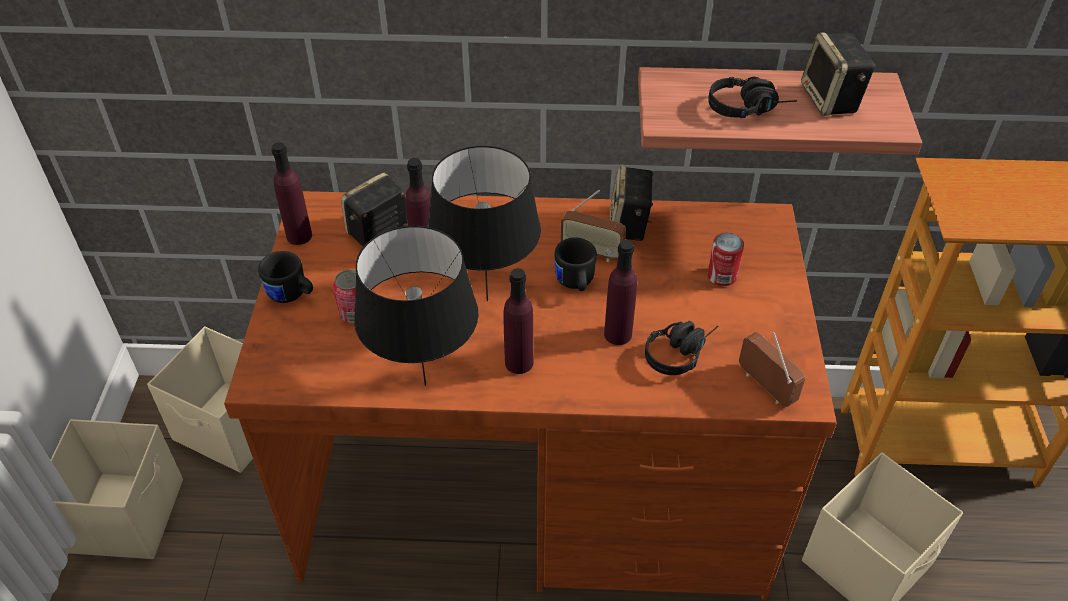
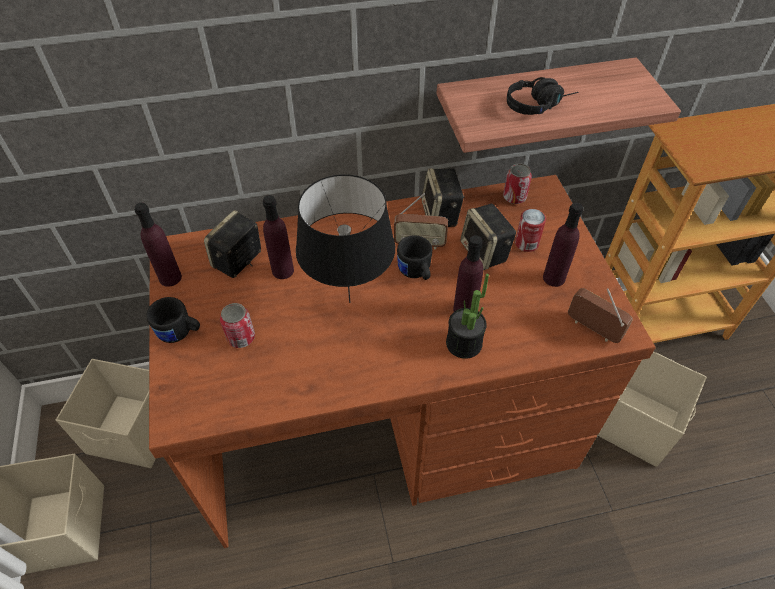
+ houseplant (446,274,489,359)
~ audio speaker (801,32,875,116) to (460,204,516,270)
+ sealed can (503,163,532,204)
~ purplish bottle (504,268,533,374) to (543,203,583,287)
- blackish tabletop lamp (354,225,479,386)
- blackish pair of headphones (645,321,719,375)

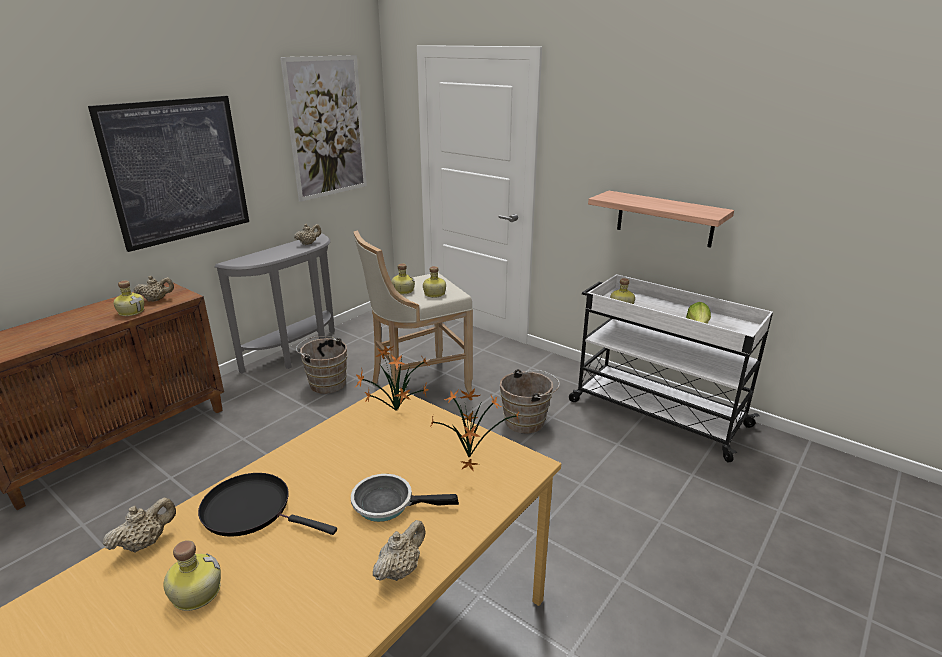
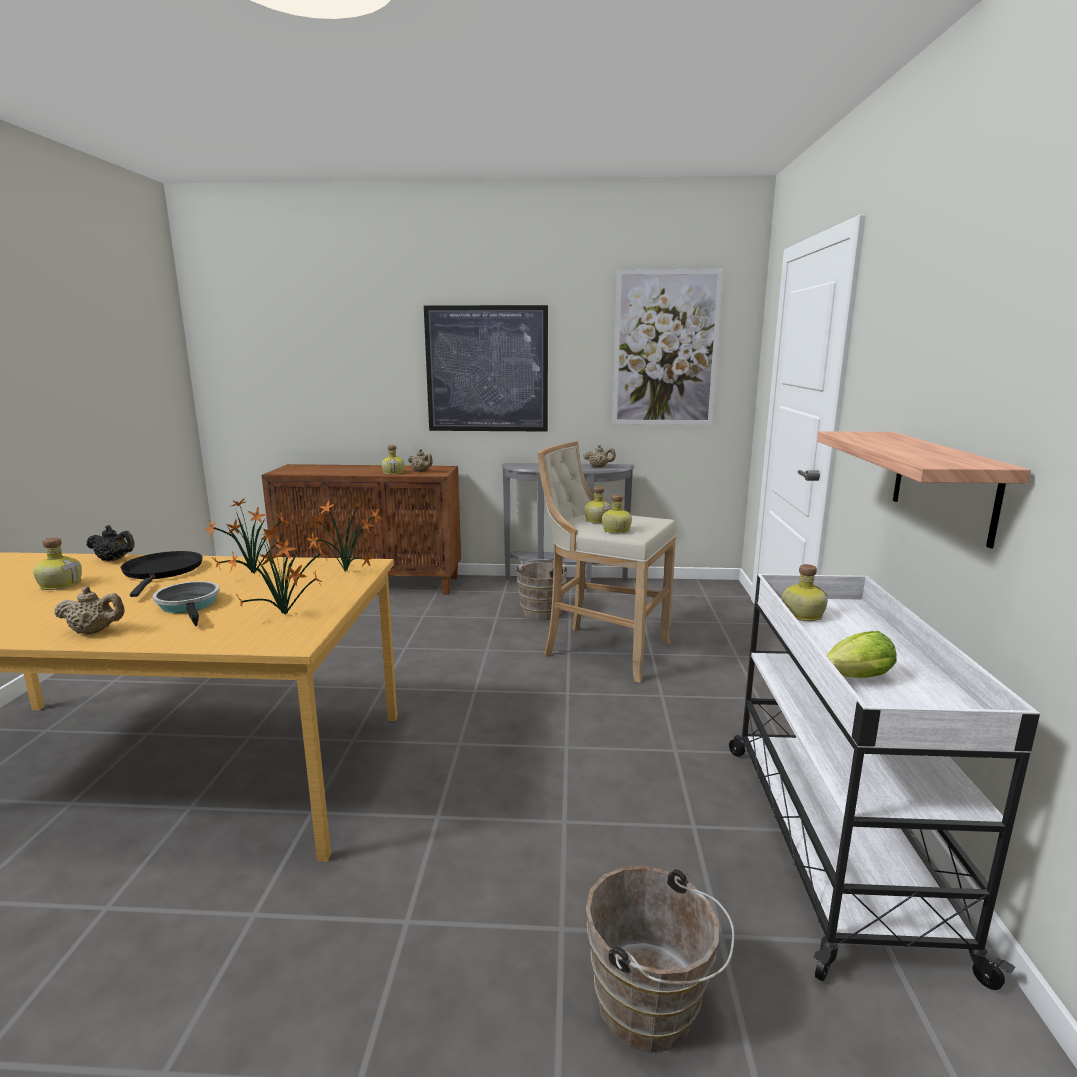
~ beige-coloured tea pot (103,497,176,552) to blackish tea pot (86,525,135,561)
+ houseplant (204,497,290,574)
~ brown-coloured bucket (500,369,560,434) to (586,866,735,1052)

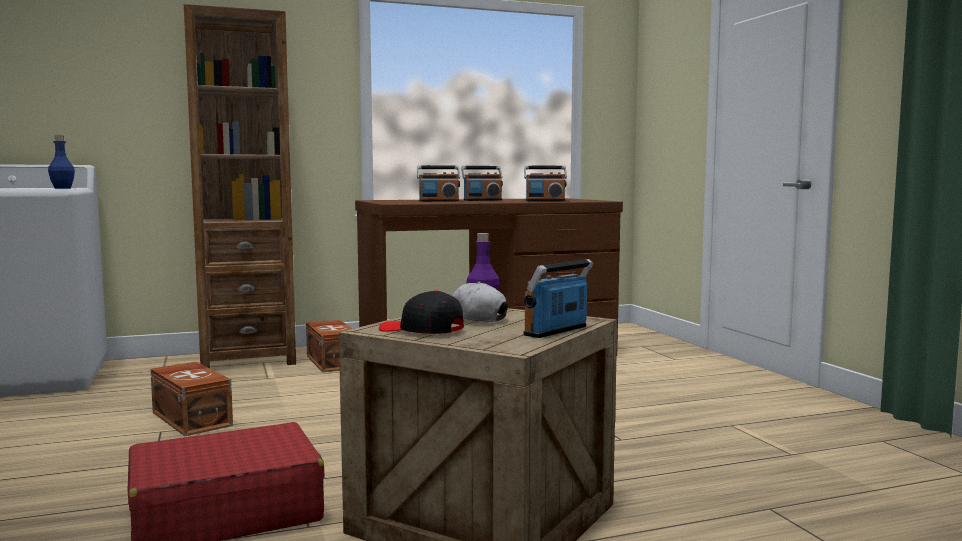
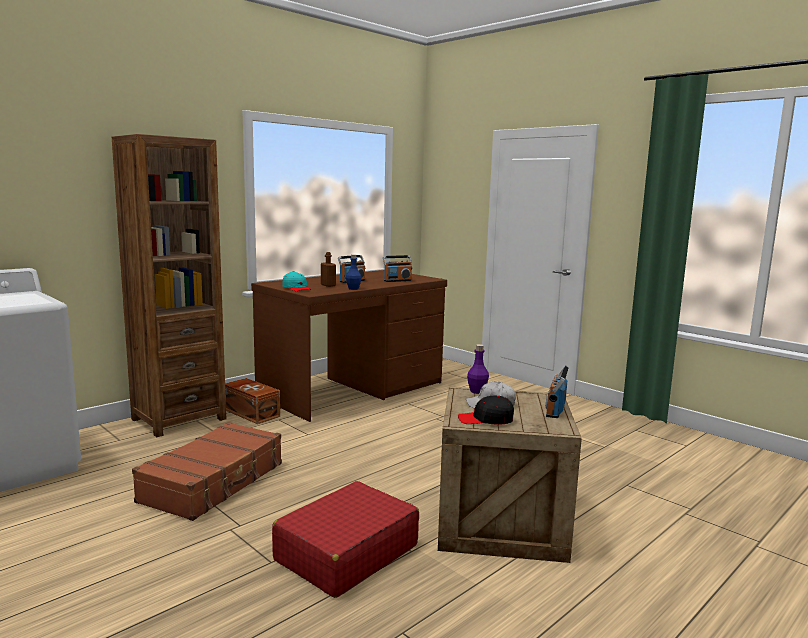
~ brown-coloured storage box (150,362,233,436) to brown-coloured suitcase (132,422,282,521)
+ turquoise-coloured baseball cap (282,271,311,291)
~ radio set (417,165,460,202) to brown-coloured bottle (321,252,336,287)
~ bluish bottle (48,136,75,189) to (346,254,361,290)

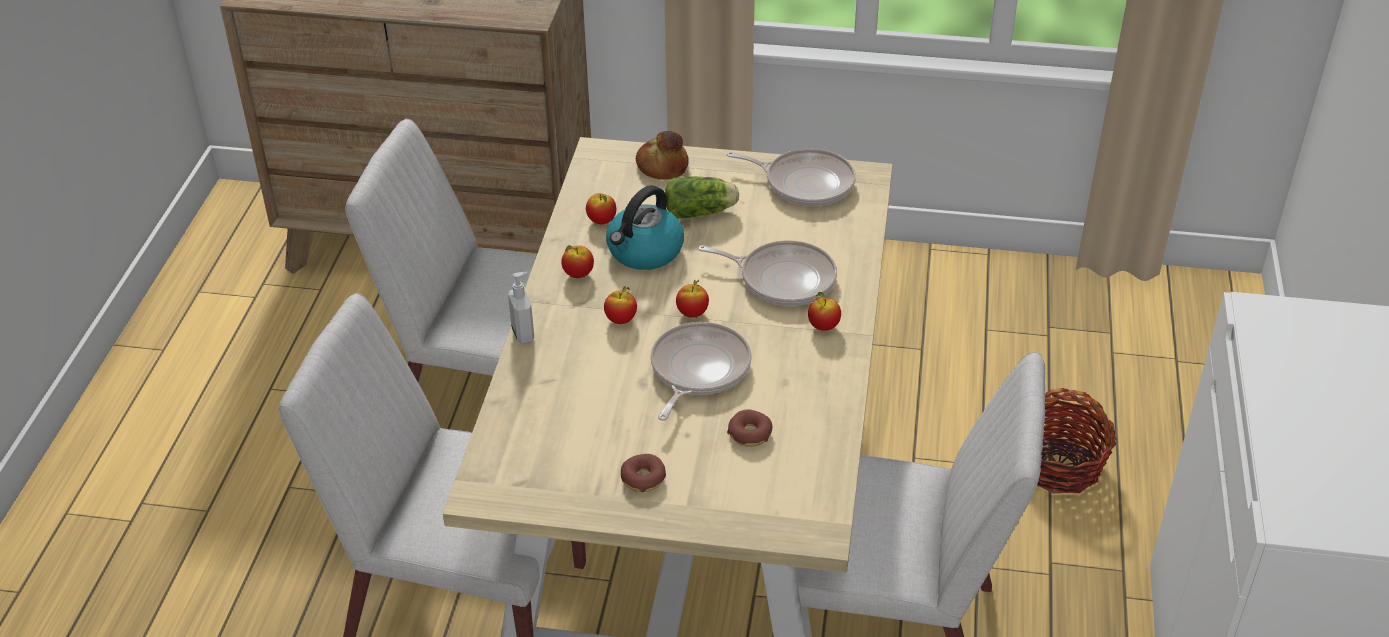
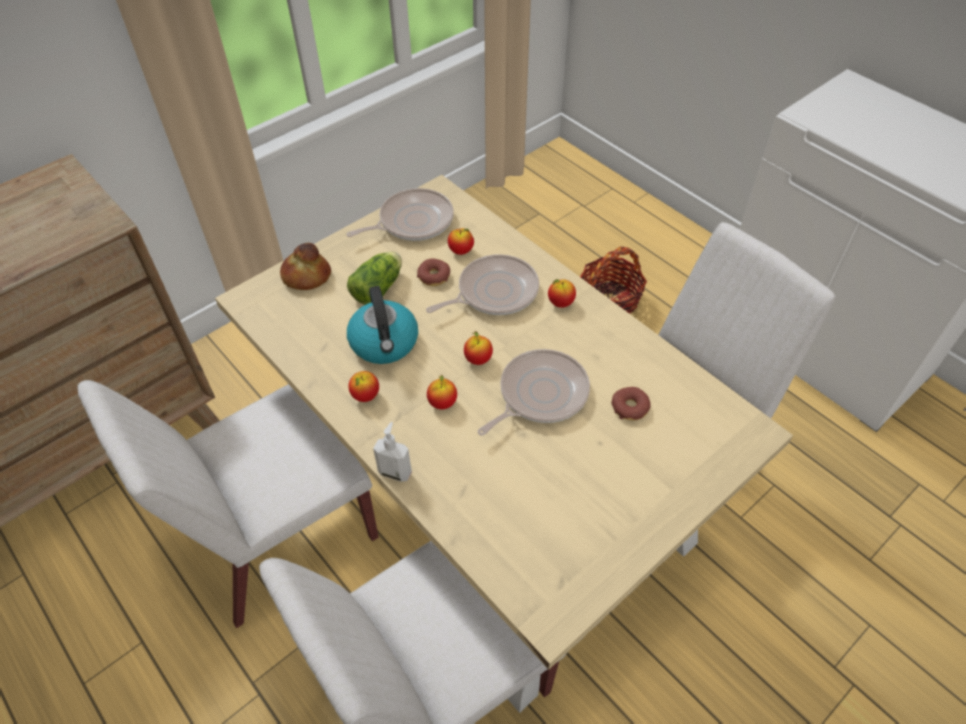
~ donut (621,454,666,492) to (417,258,450,286)
~ apple fruit (586,193,616,224) to (448,228,474,255)
~ frying pan (651,322,752,421) = (477,349,590,436) 75 degrees clockwise

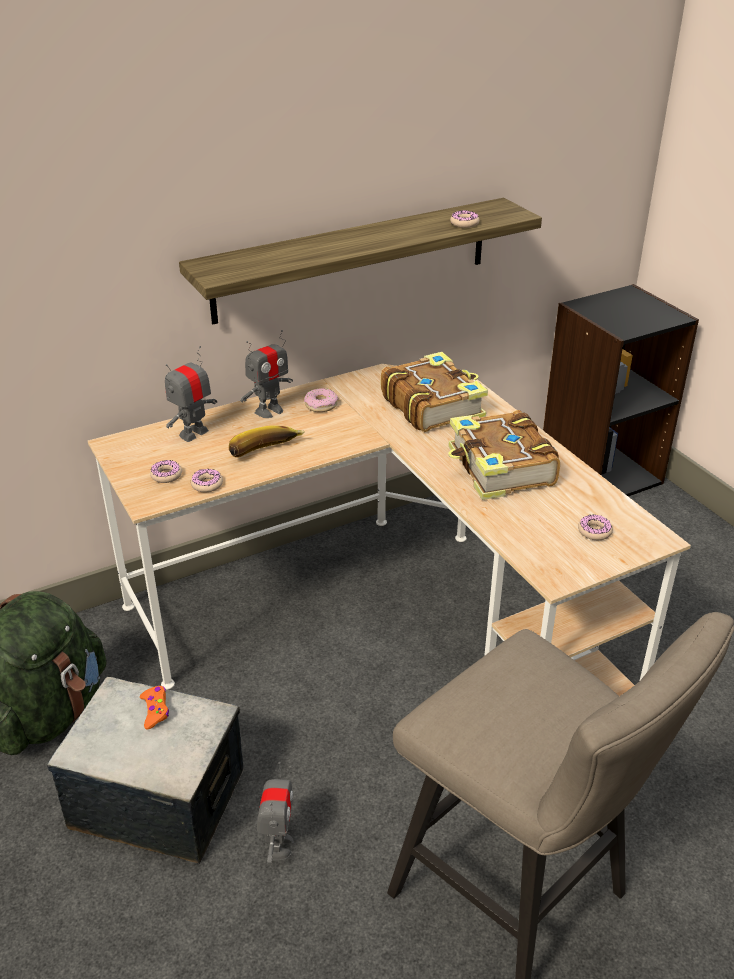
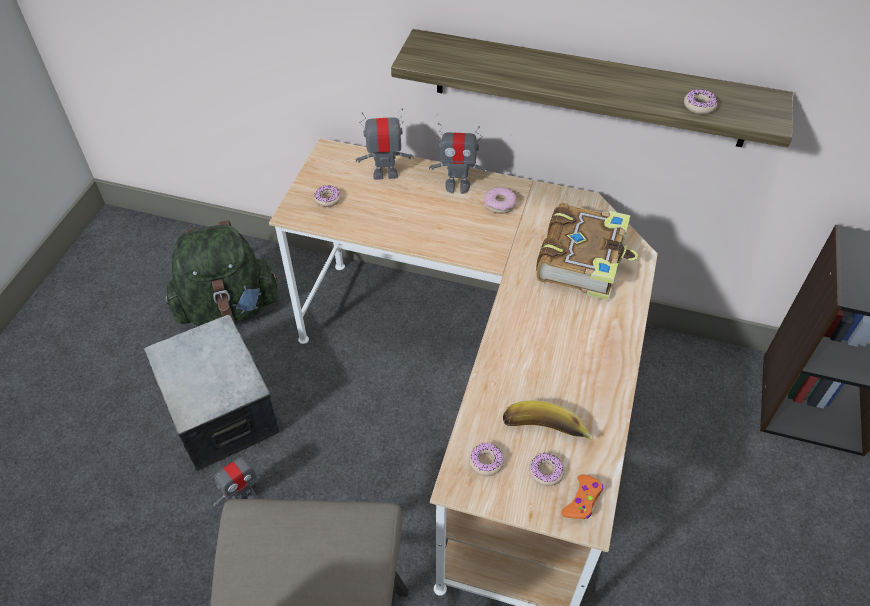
~ donut (191,469,223,492) to (469,443,504,476)
~ whole banana (229,425,305,457) to (503,400,594,440)
~ orange game controller (140,686,169,730) to (561,474,603,519)
- volume (448,410,560,500)

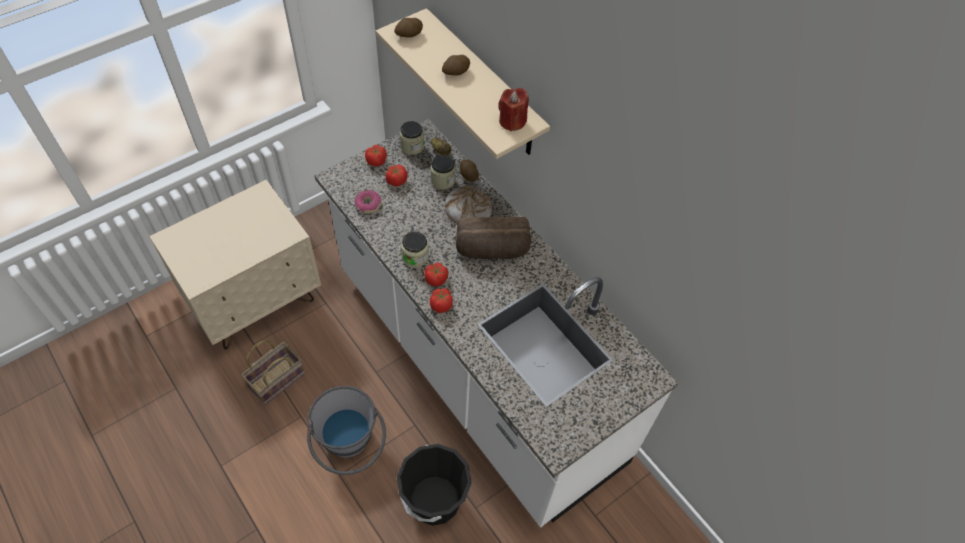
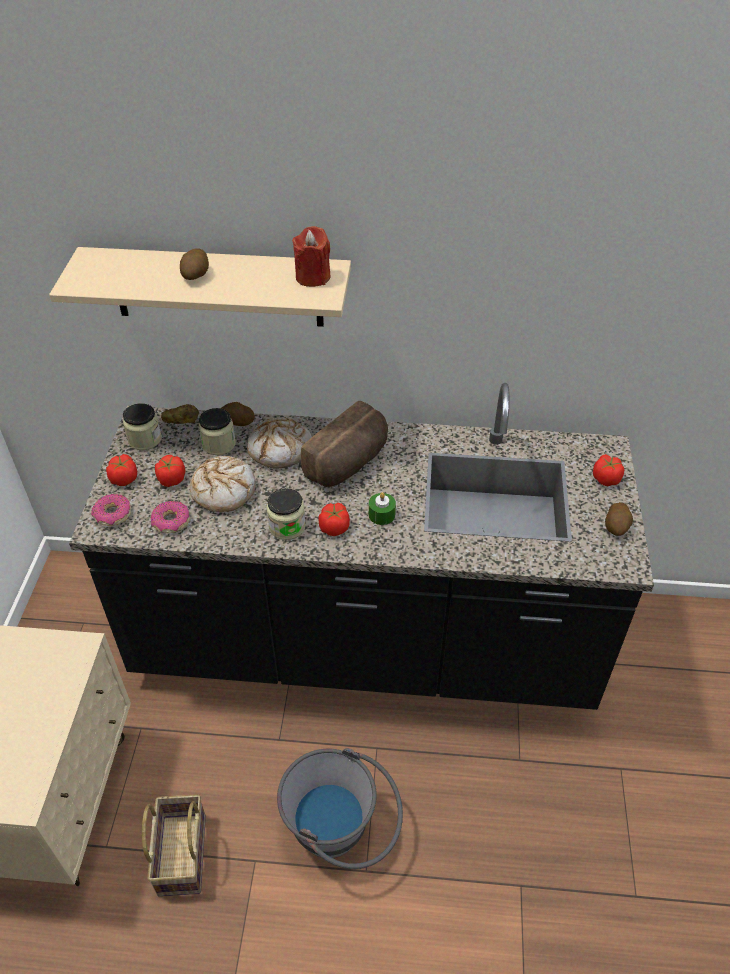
~ white-coloured kitchen counter (314,119,679,528) to blackish kitchen counter (69,383,654,710)
+ donut (91,494,131,526)
+ bread (190,456,256,512)
+ green-coloured wax candle (369,492,396,525)
~ tomato (430,288,453,313) to (593,454,624,486)
~ spud (394,18,423,38) to (605,502,633,536)
- blackish bucket (397,444,472,526)

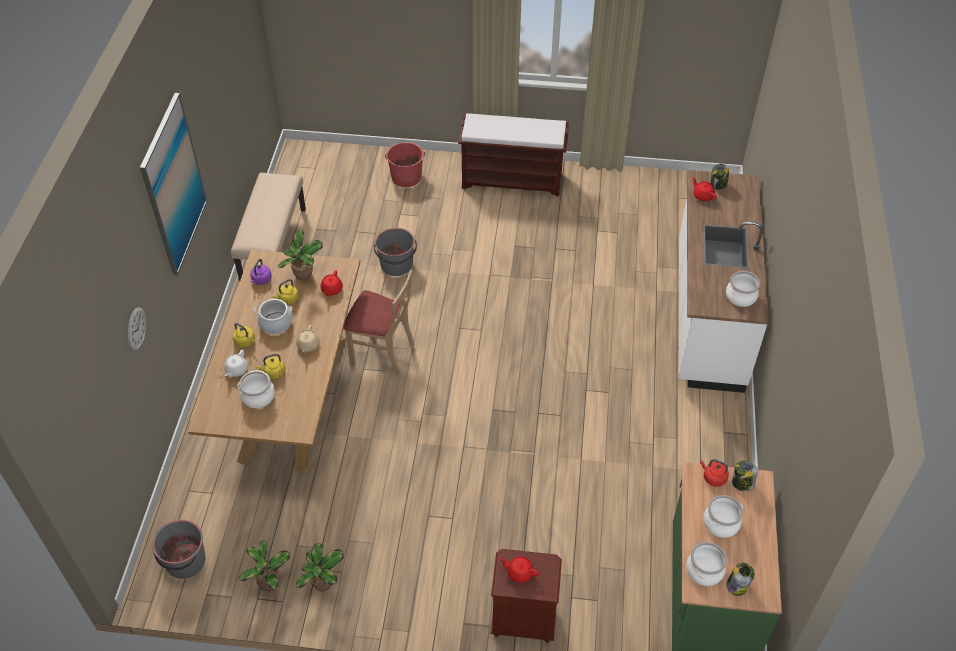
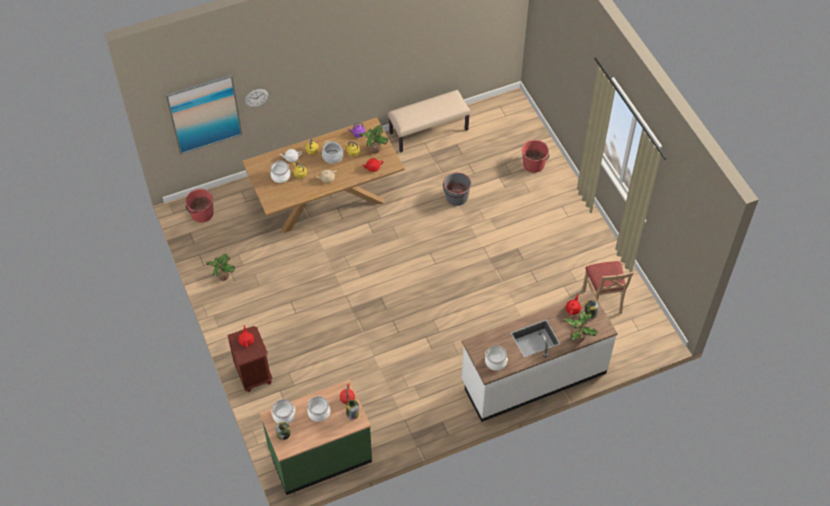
~ wall art (140,93,207,275) to (166,74,242,155)
~ grey bucket (152,519,205,579) to red bucket (185,189,214,223)
~ houseplant (239,540,290,591) to (564,311,598,343)
~ beige-coloured upright chair (343,270,414,375) to (582,261,634,314)
- brown-coloured long seat (458,113,569,196)

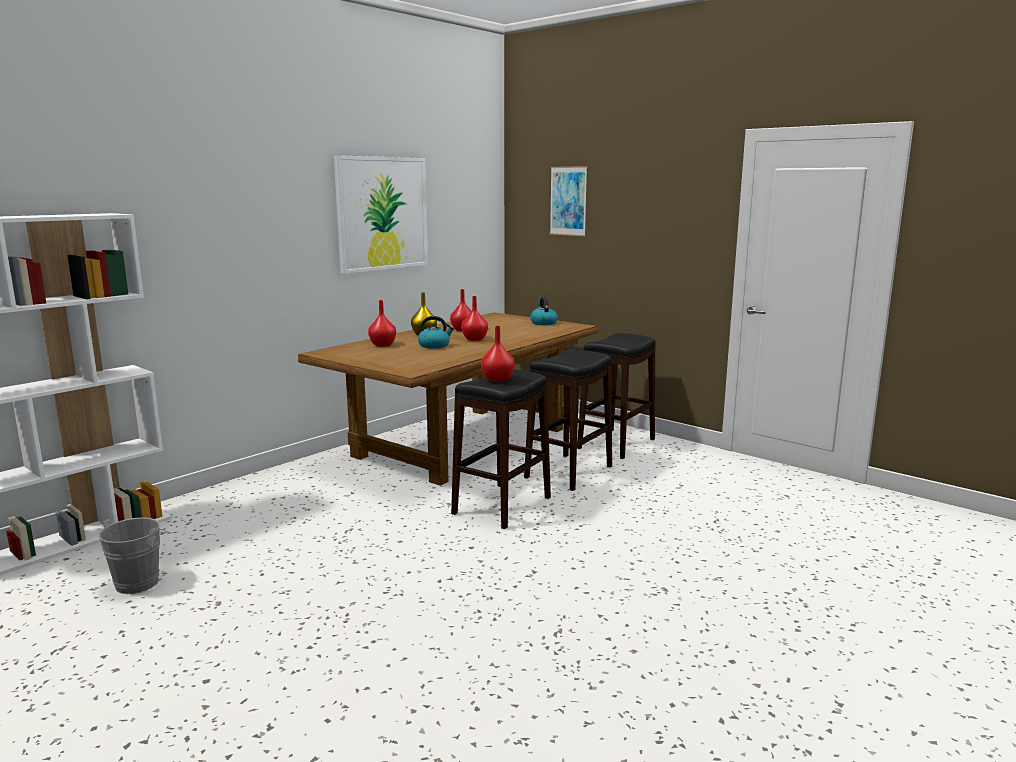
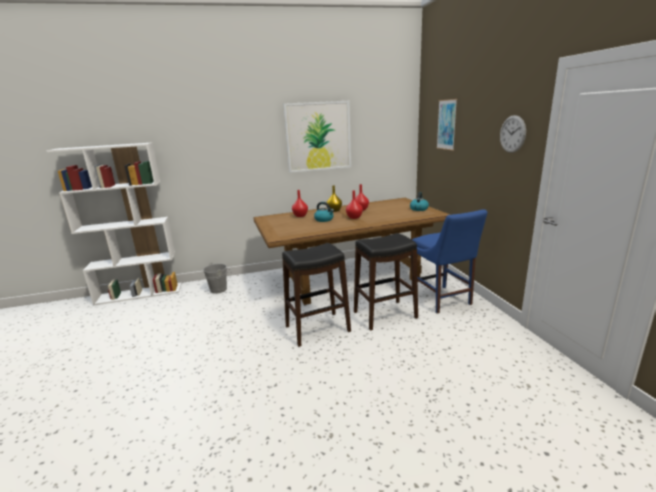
~ grey bucket (98,517,172,594) to (203,262,231,294)
~ blackish stool seat (577,333,656,459) to bluish upright chair (412,209,487,314)
+ wall clock (500,115,526,153)
- red vase (481,326,514,382)

